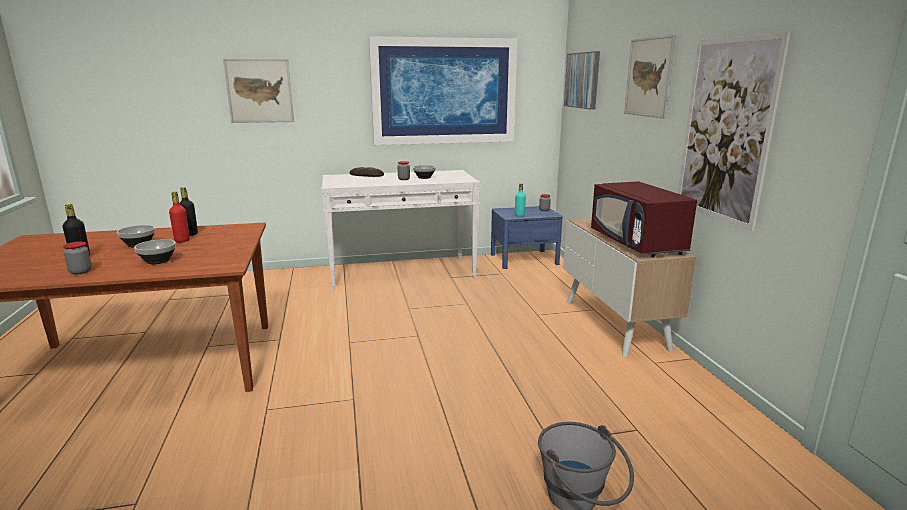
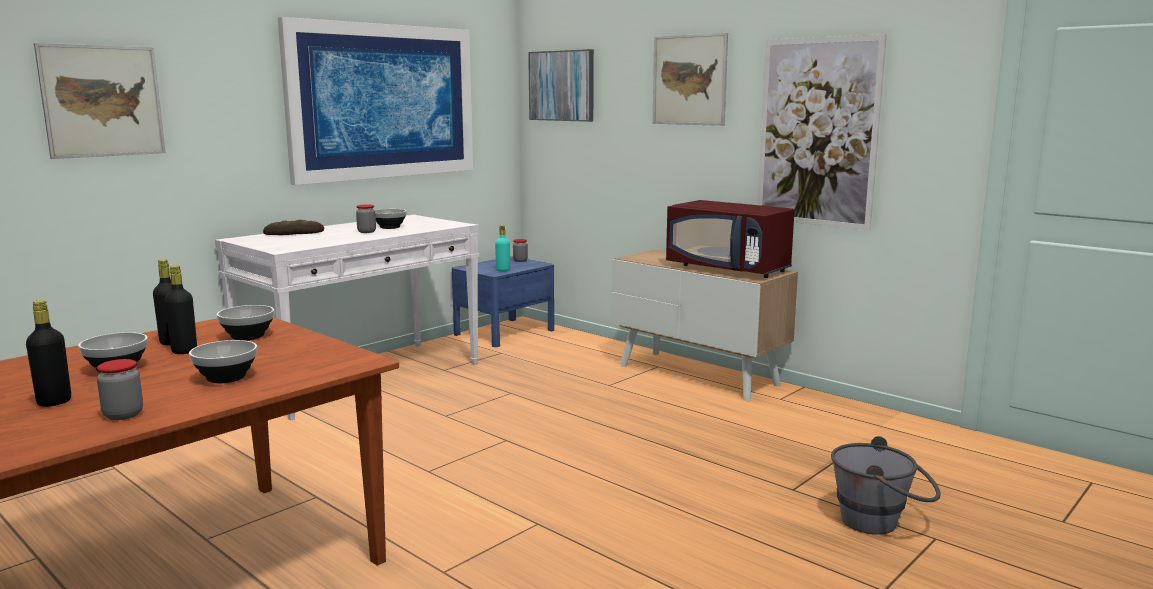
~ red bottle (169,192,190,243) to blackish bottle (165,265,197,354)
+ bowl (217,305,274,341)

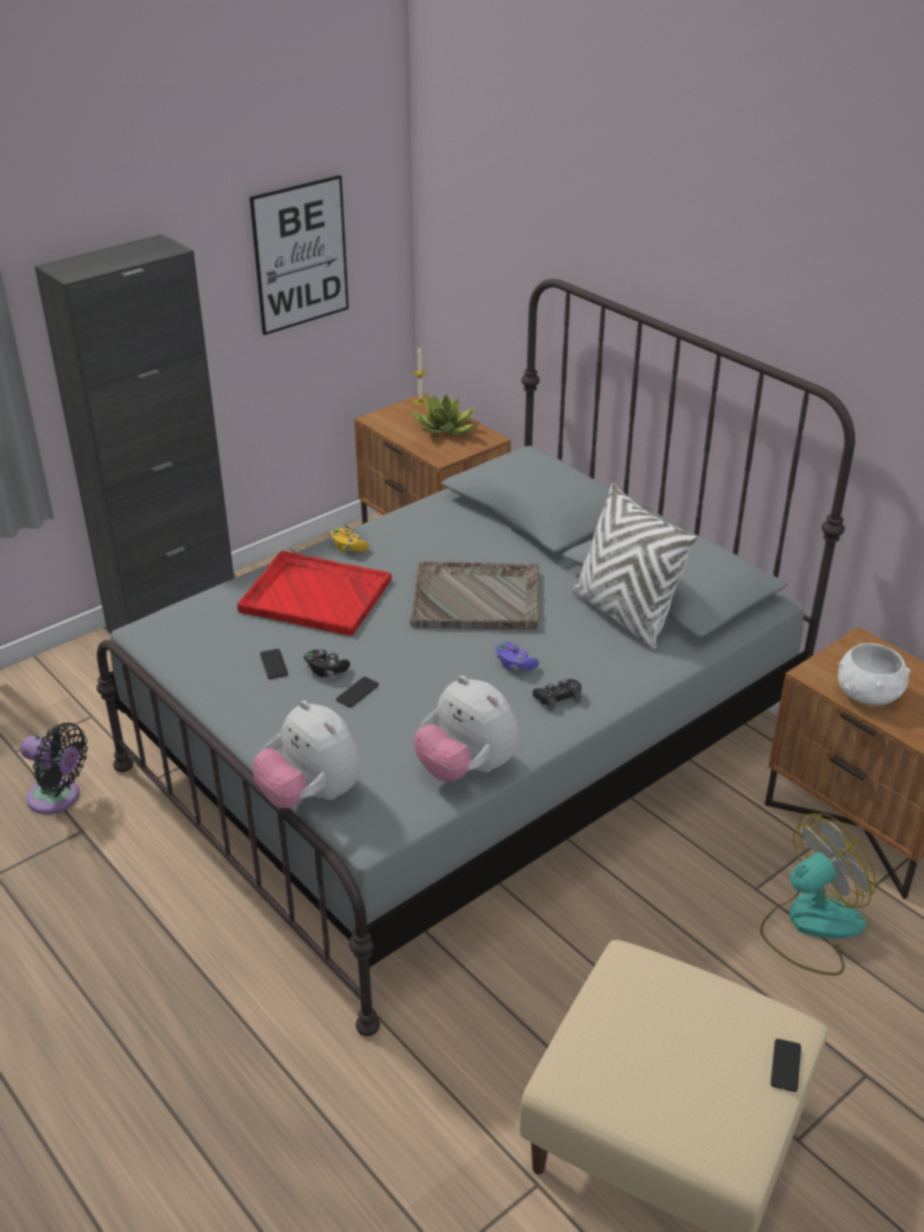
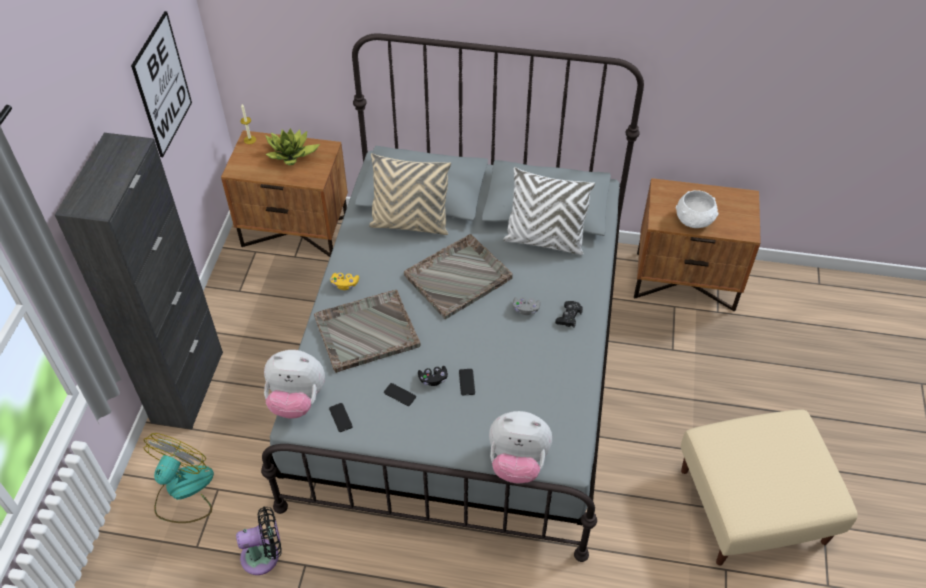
~ cooling fan (760,813,876,976) to (144,433,214,523)
~ soft toy (414,676,519,781) to (264,350,325,419)
~ red tray (237,551,391,636) to grey tray (314,290,421,373)
~ phone (771,1039,801,1092) to (329,403,353,432)
+ beige-coloured cushion (369,153,451,235)
~ purplish game controller (495,642,539,670) to grey game controller (513,297,541,315)

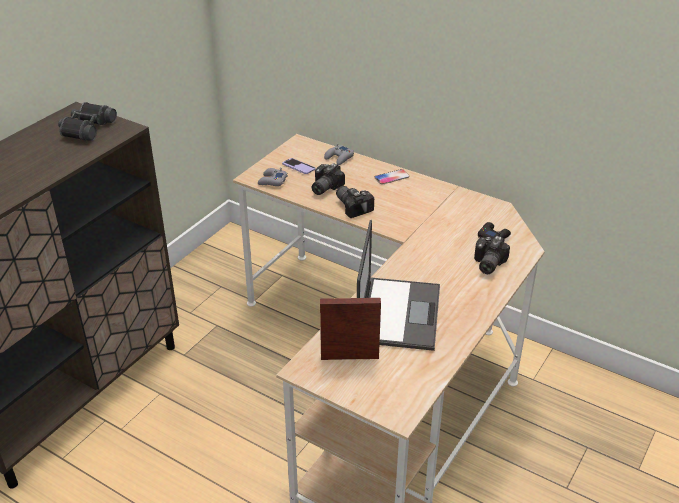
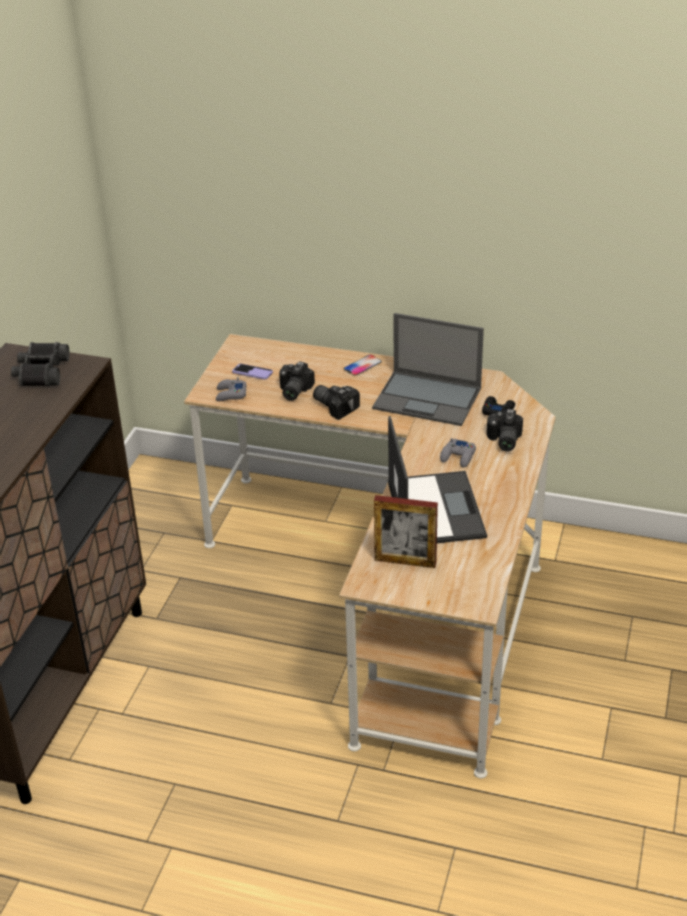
+ laptop (372,313,484,426)
~ picture frame (320,298,381,360) = (374,495,438,568) 150 degrees counterclockwise
~ grey game controller (324,143,354,165) to (440,438,476,468)

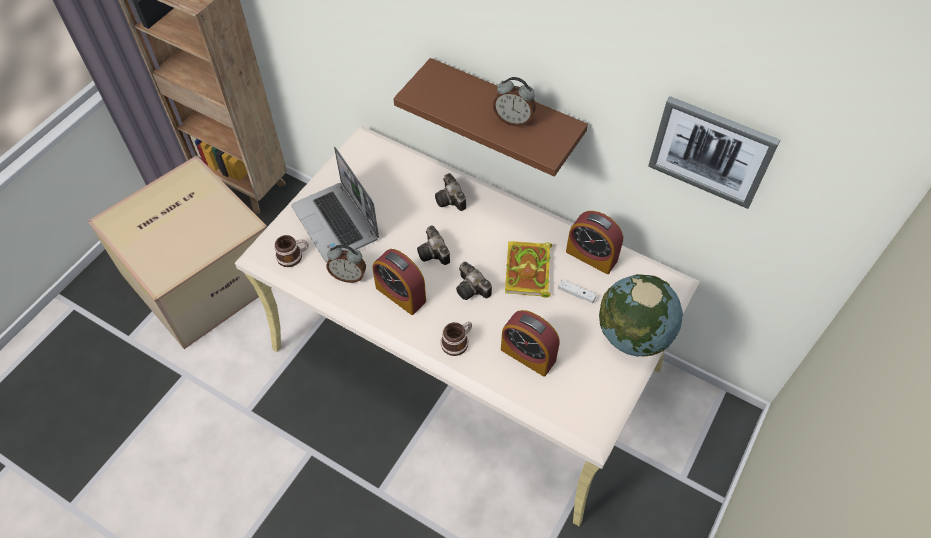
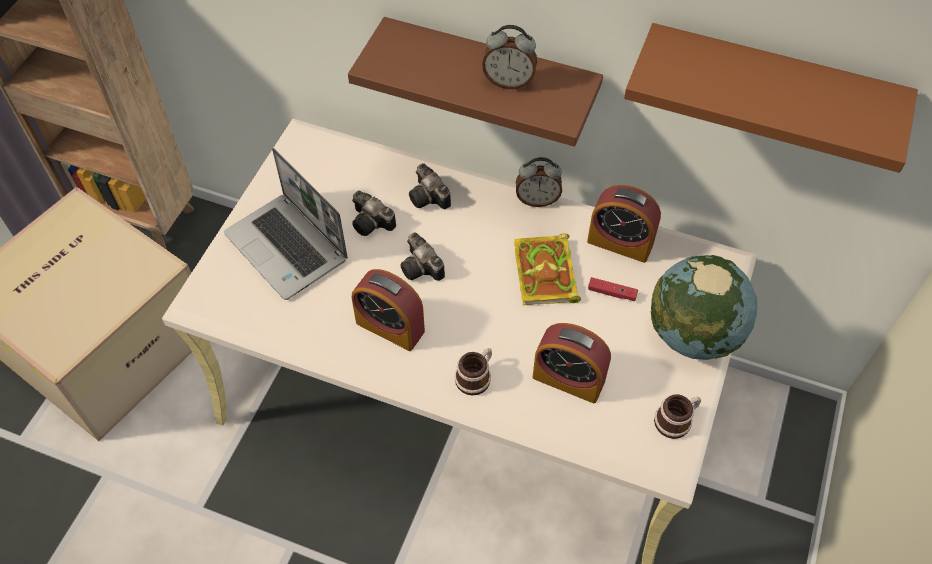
~ photo camera (456,261,492,300) to (352,190,396,236)
~ bedside clock (326,245,366,283) to (516,157,562,207)
~ white-coloured game controller (558,280,597,303) to red game controller (588,277,638,301)
~ wall art (648,96,780,209) to brown-coloured bracket shelf (624,23,918,173)
~ tea mug (274,235,309,267) to (654,394,701,439)

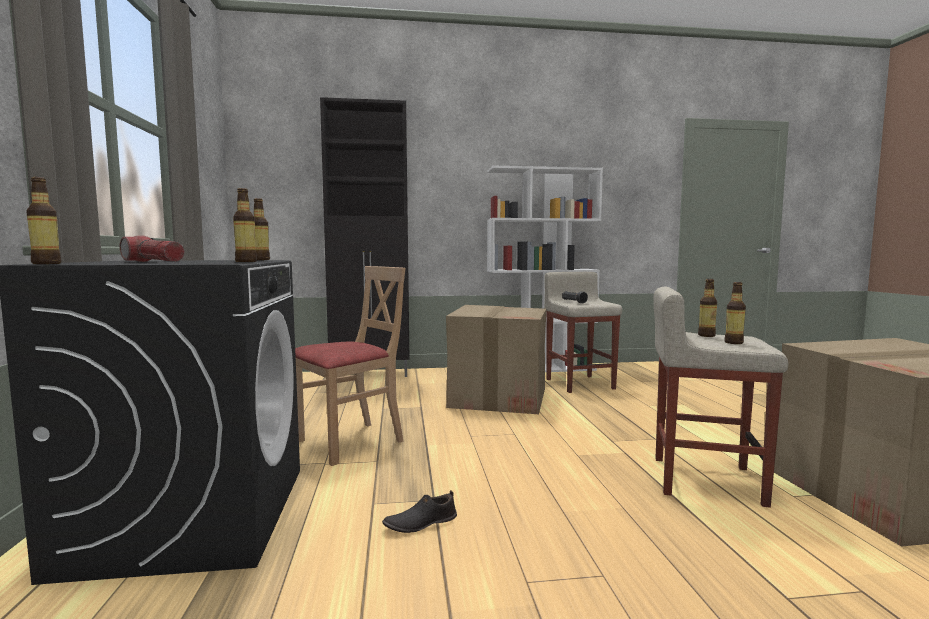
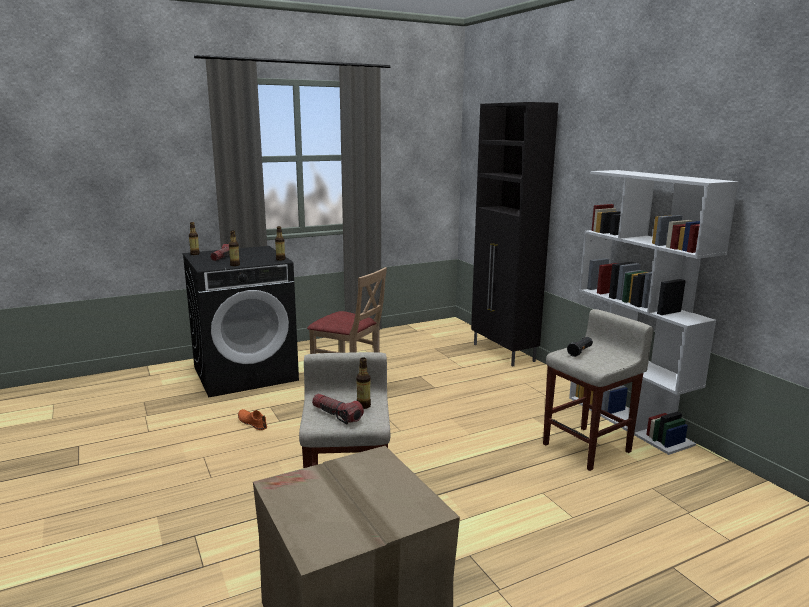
~ blackish low shoe (382,490,457,533) to orange low shoe (238,409,267,430)
~ bottle (724,282,746,344) to torch (312,394,364,425)
- cardboard box (446,305,546,414)

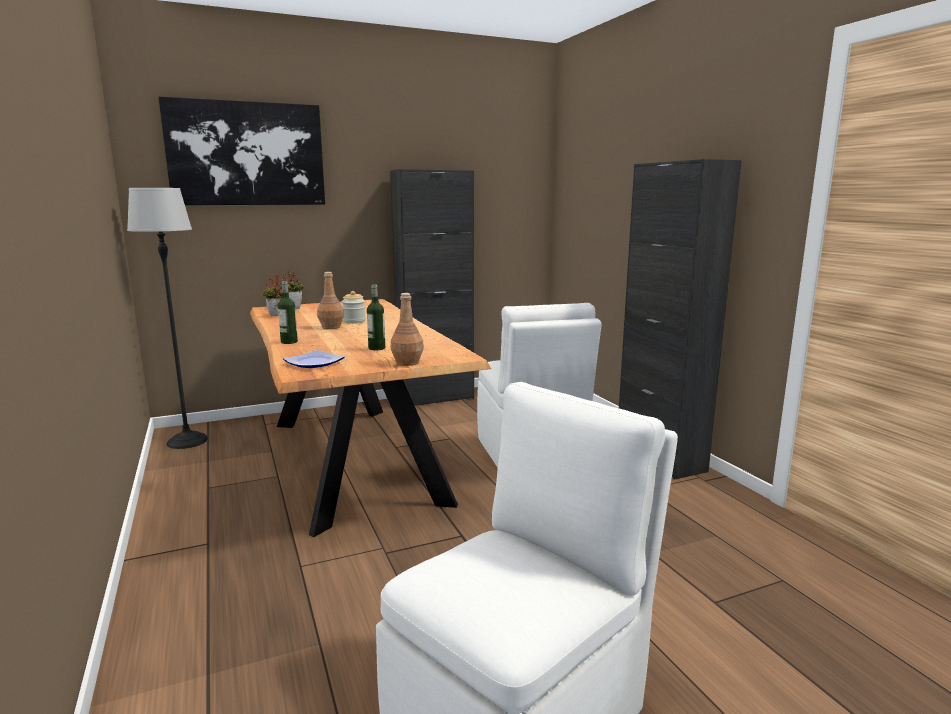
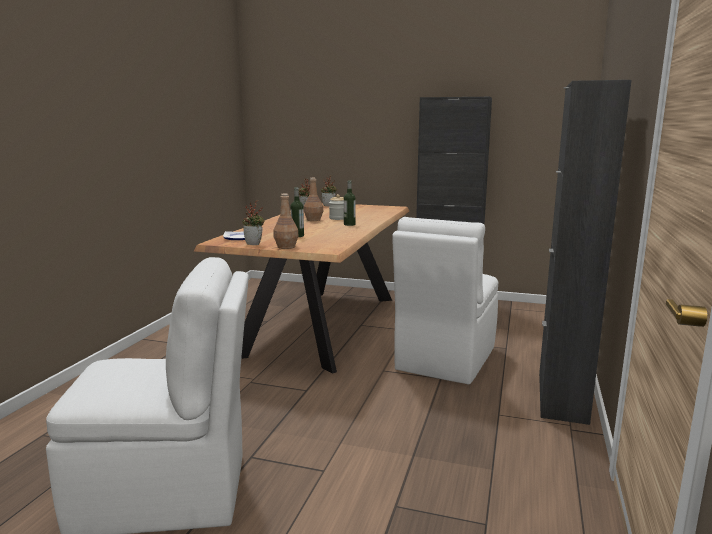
+ houseplant (242,200,265,245)
~ bottle (278,281,298,344) to (344,180,355,226)
- floor lamp (127,188,208,449)
- wall art (158,96,325,205)

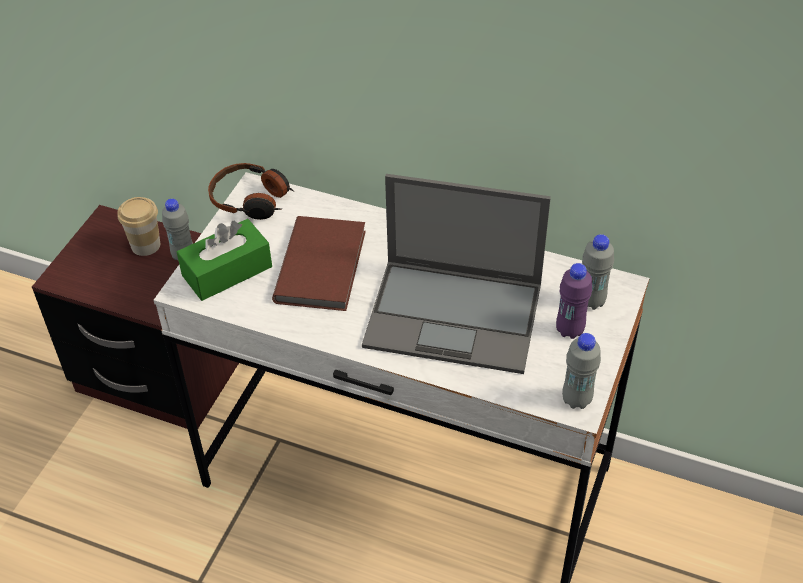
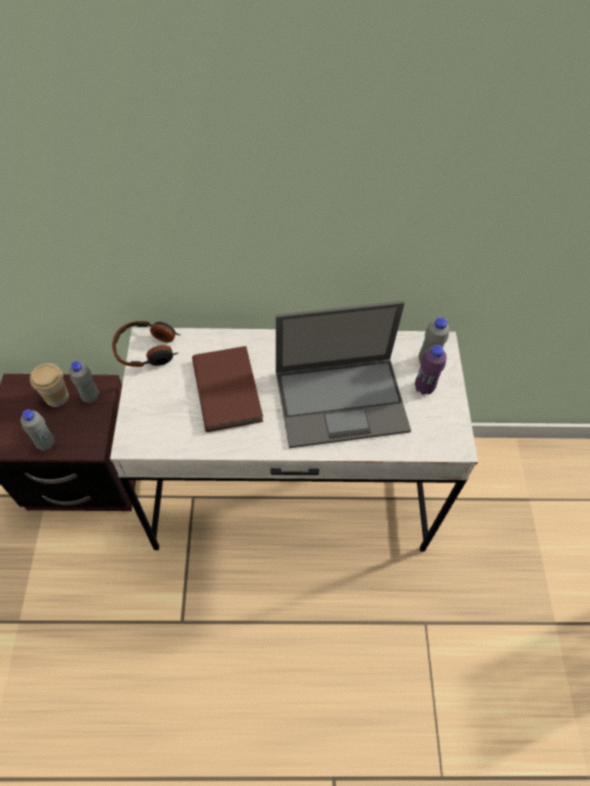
~ grey bottle (562,333,601,409) to (20,410,55,451)
- green-coloured tissue holder (177,219,272,301)

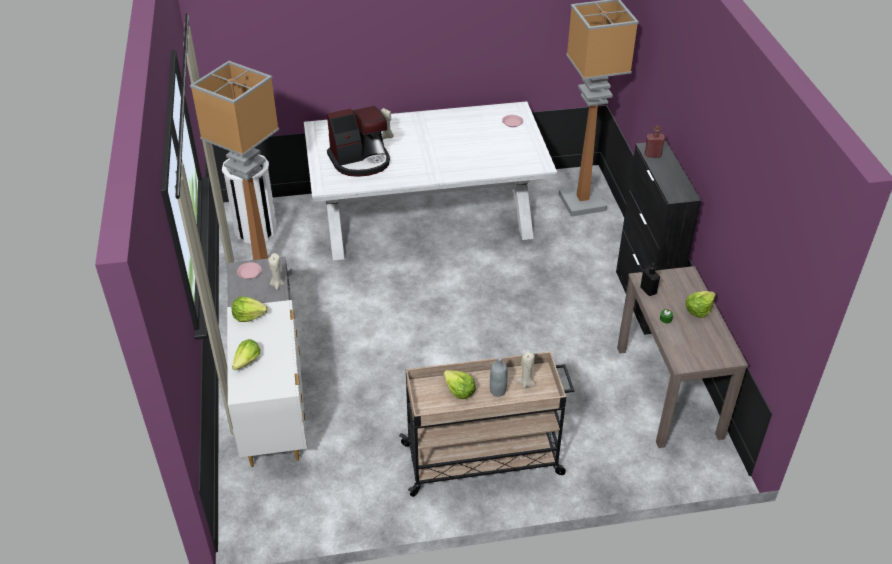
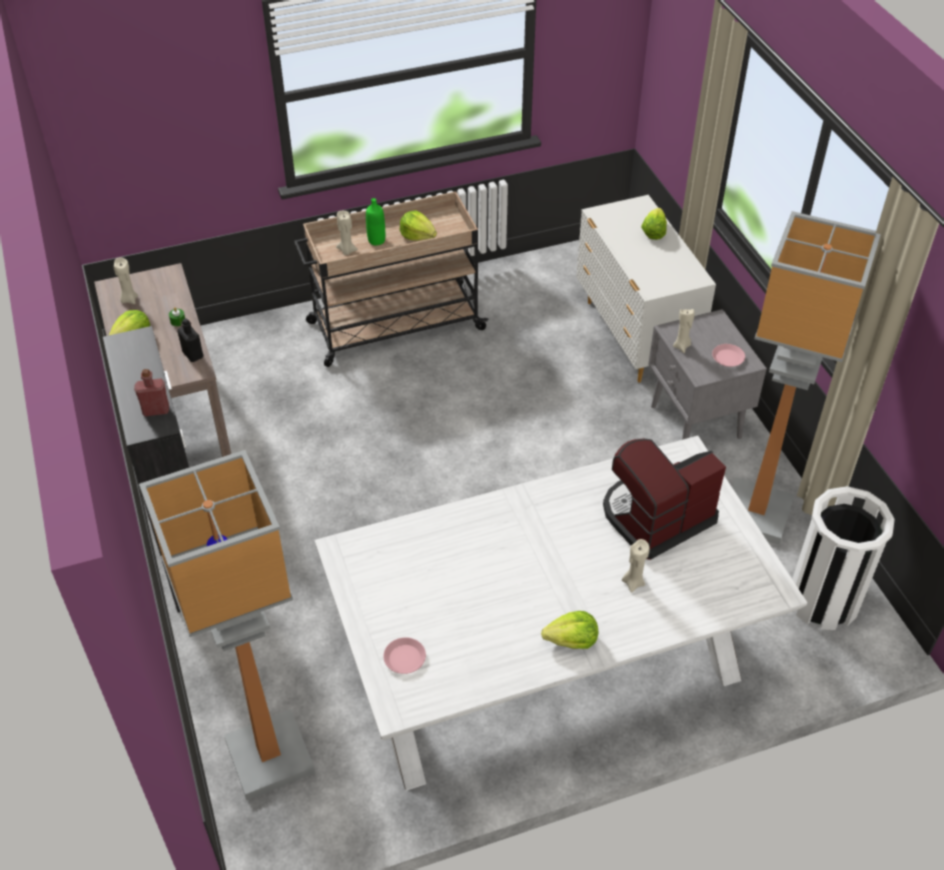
+ beige-coloured wax candle (114,257,138,304)
~ grey bottle (490,357,508,396) to green-coloured bottle (366,198,385,245)
~ head of lettuce (232,296,268,322) to (541,611,598,649)

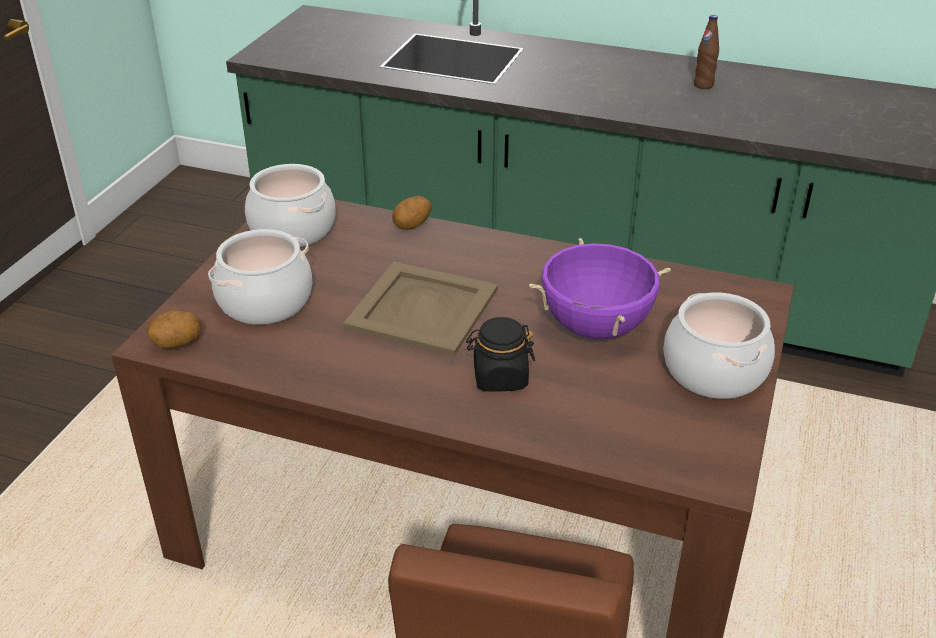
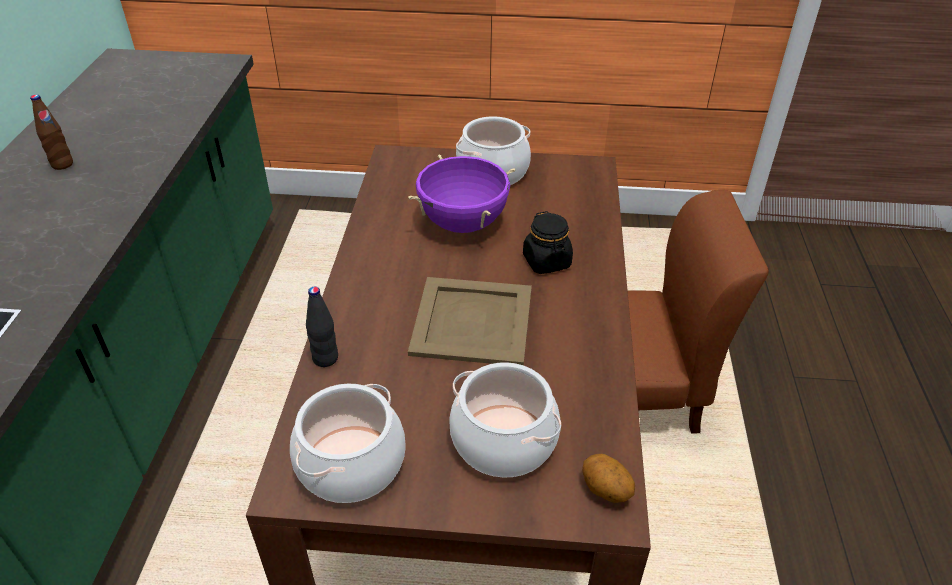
~ spud (392,196,431,230) to blackish bottle (306,287,338,367)

